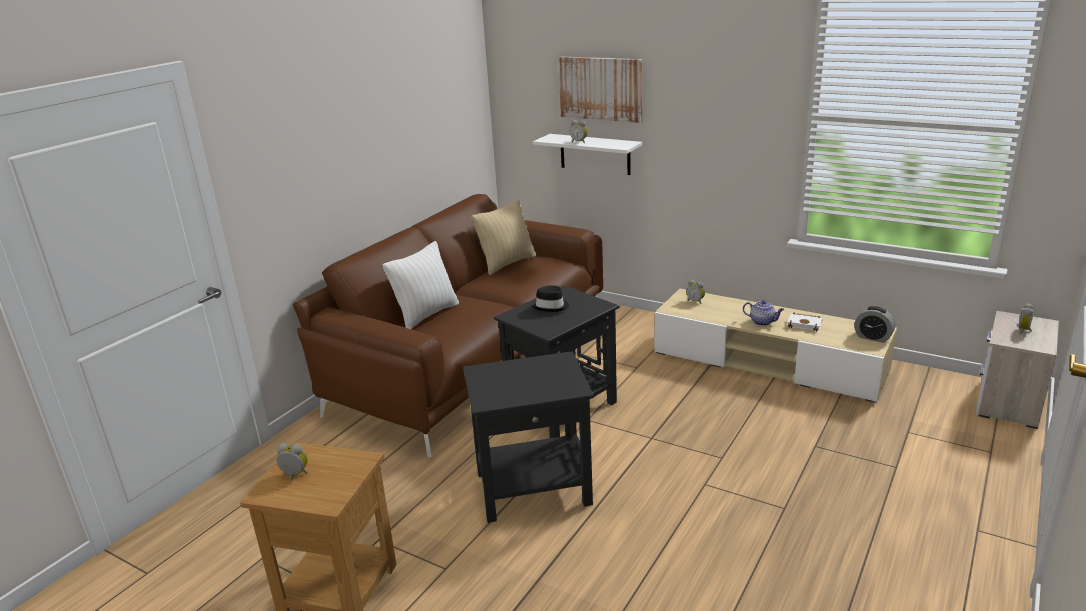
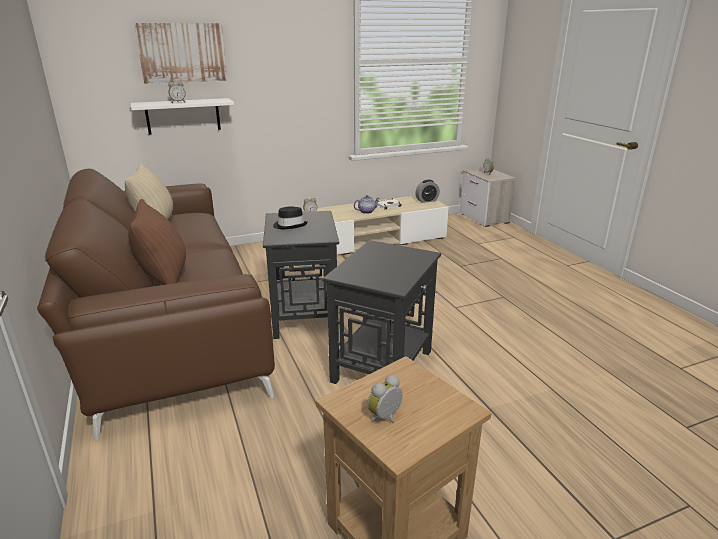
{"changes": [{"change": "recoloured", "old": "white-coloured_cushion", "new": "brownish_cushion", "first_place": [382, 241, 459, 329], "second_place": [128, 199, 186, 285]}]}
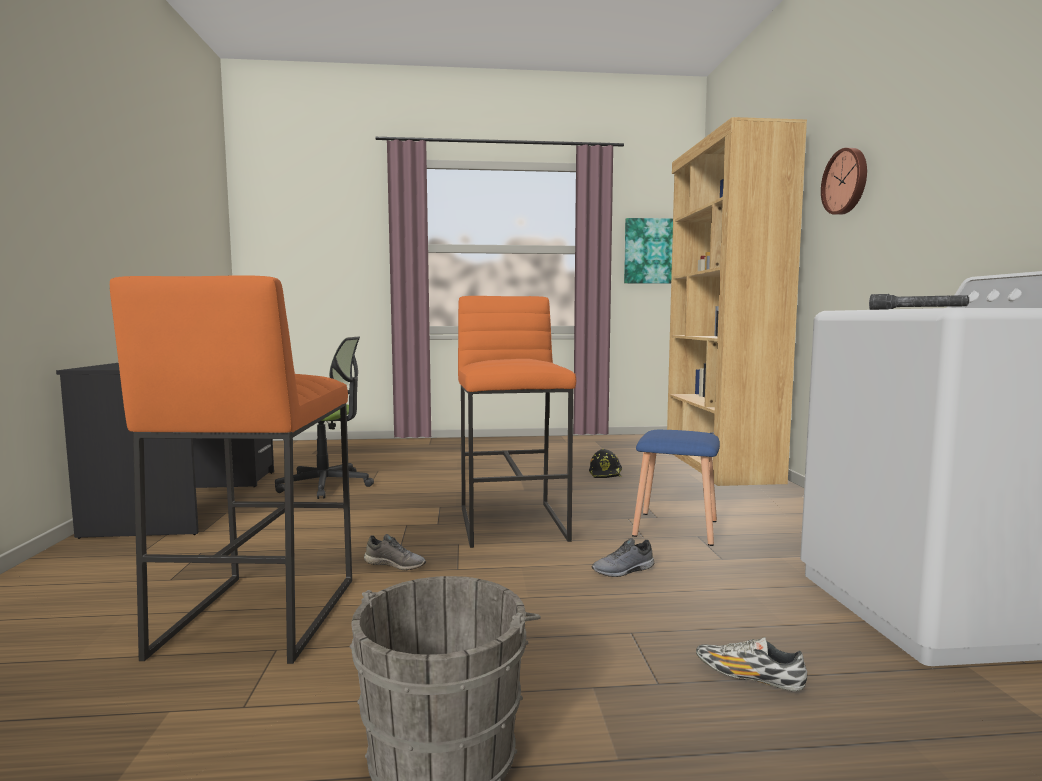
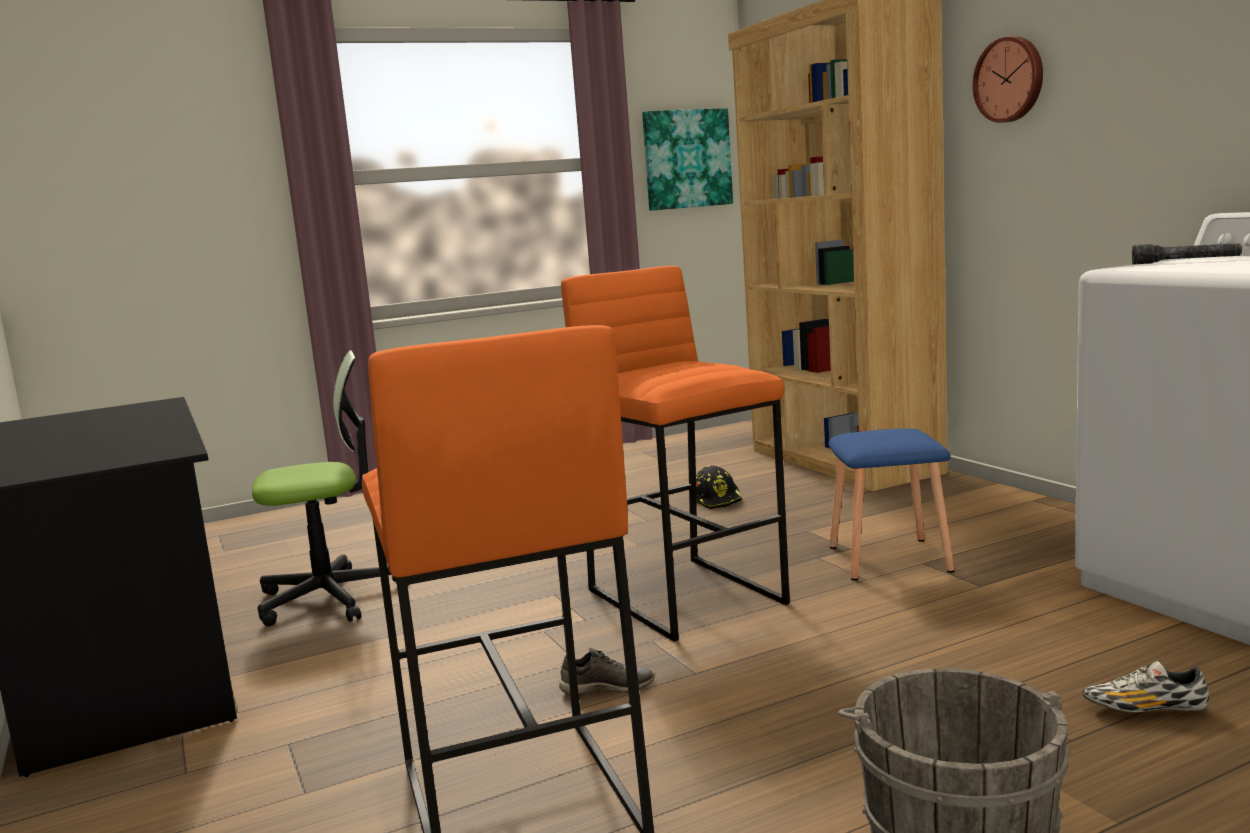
{"changes": [{"change": "removed", "old": "grey_shoe", "first_place": [591, 538, 655, 577]}]}
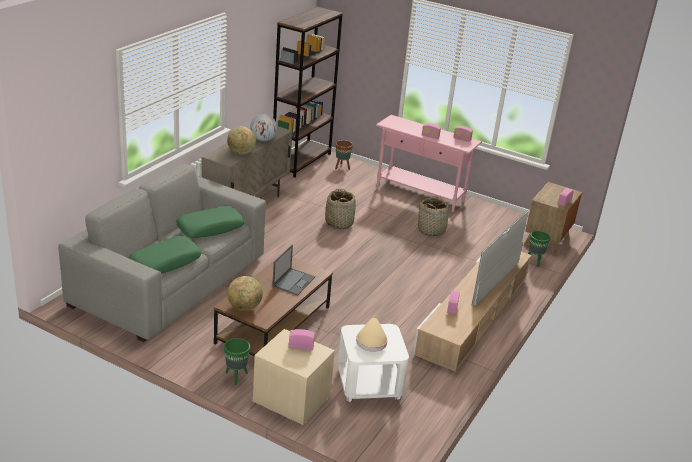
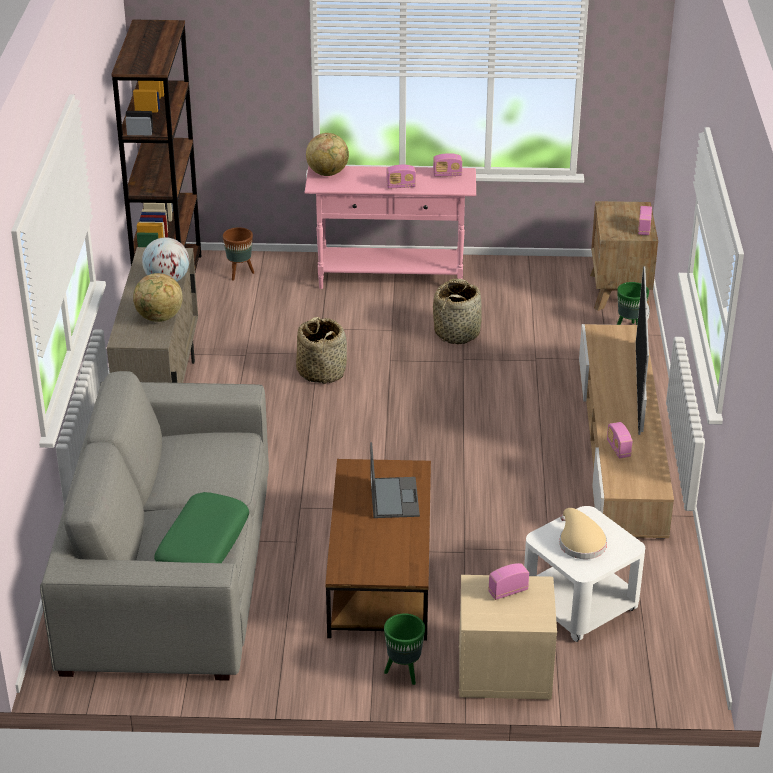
{"changes": [{"change": "moved", "old": "desk_globe", "first_place": [227, 276, 263, 311], "second_place": [306, 133, 349, 176]}, {"change": "removed", "old": "green_cushion", "first_place": [176, 205, 244, 238]}]}
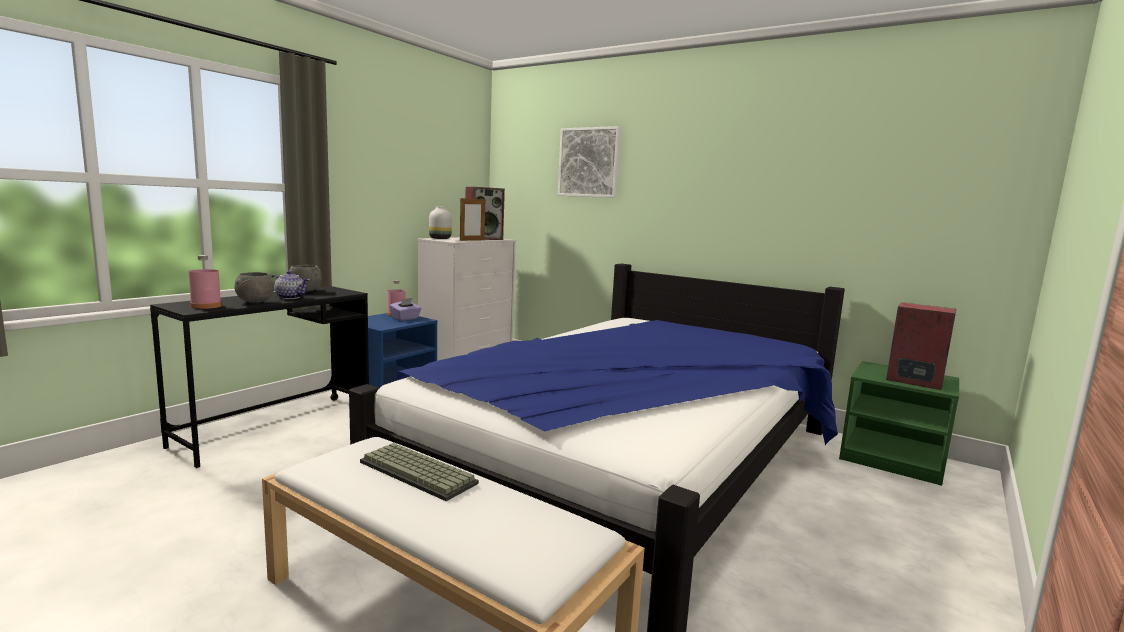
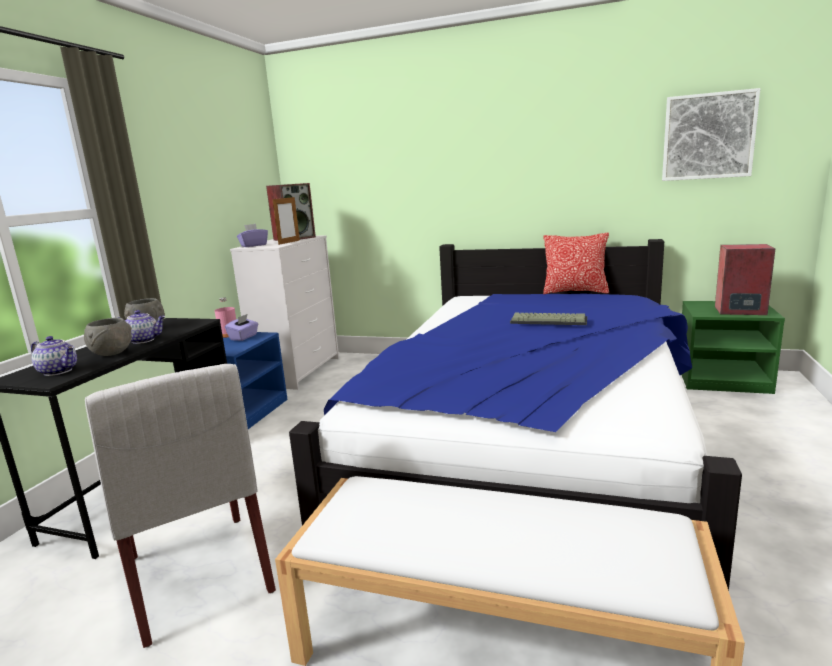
{"changes": [{"change": "replaced", "old": "pink_beverage_bottle", "new": "teapot", "first_place": [189, 255, 222, 309], "second_place": [31, 336, 77, 376]}, {"change": "added", "new": "white-coloured_upright_chair", "second_place": [85, 364, 276, 648]}, {"change": "replaced", "old": "white-coloured_flower_vase", "new": "purple_tissue_box", "first_place": [429, 206, 452, 239], "second_place": [237, 224, 268, 247]}, {"change": "moved", "old": "computer_keyboard", "first_place": [360, 443, 479, 501], "second_place": [510, 313, 587, 325]}, {"change": "added", "new": "cushion", "second_place": [543, 233, 609, 294]}, {"change": "moved", "old": "wall_art", "first_place": [558, 126, 621, 198], "second_place": [662, 88, 760, 181]}]}
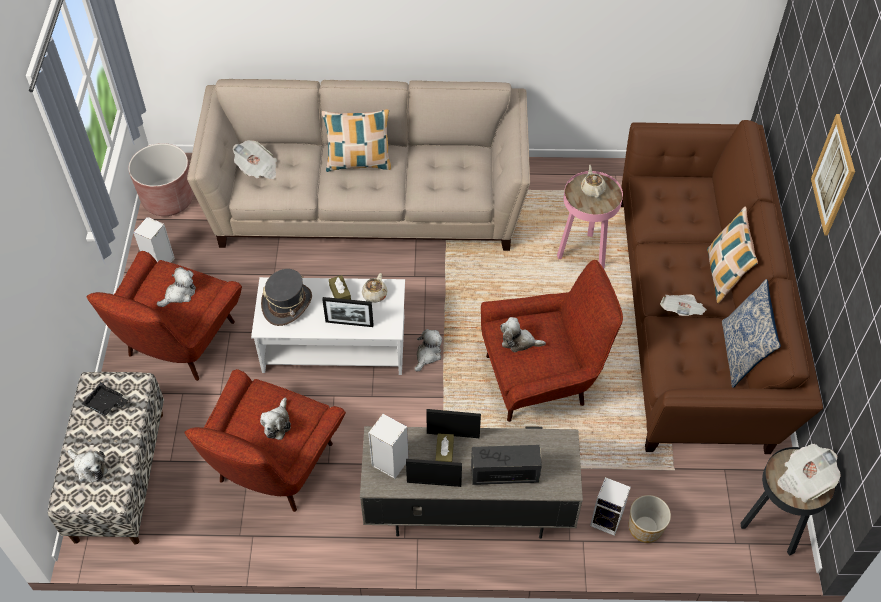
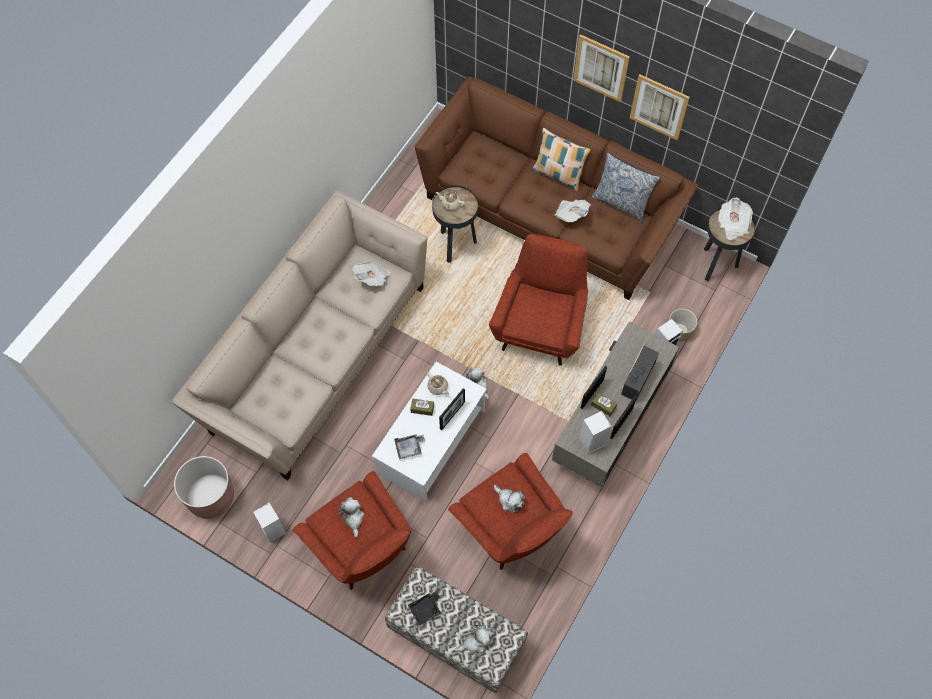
{"changes": [{"change": "moved", "old": "printed_paper", "first_place": [233, 140, 277, 180], "second_place": [352, 262, 391, 286]}, {"change": "replaced", "old": "grey_clothing_hat", "new": "grey_serving_tray", "first_place": [261, 269, 312, 326], "second_place": [394, 434, 425, 459]}, {"change": "recoloured", "old": "pink_accent_table", "new": "black-coloured_accent_table", "first_place": [557, 171, 623, 269], "second_place": [432, 186, 478, 263]}, {"change": "added", "new": "wall_art", "second_place": [630, 74, 690, 140]}, {"change": "removed", "old": "cushion", "first_place": [322, 109, 391, 172]}, {"change": "removed", "old": "soft_toy", "first_place": [501, 317, 546, 352]}]}
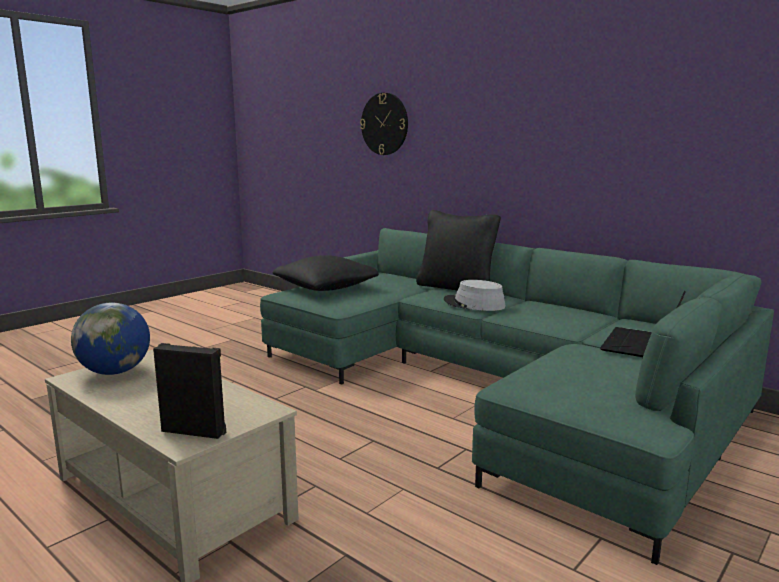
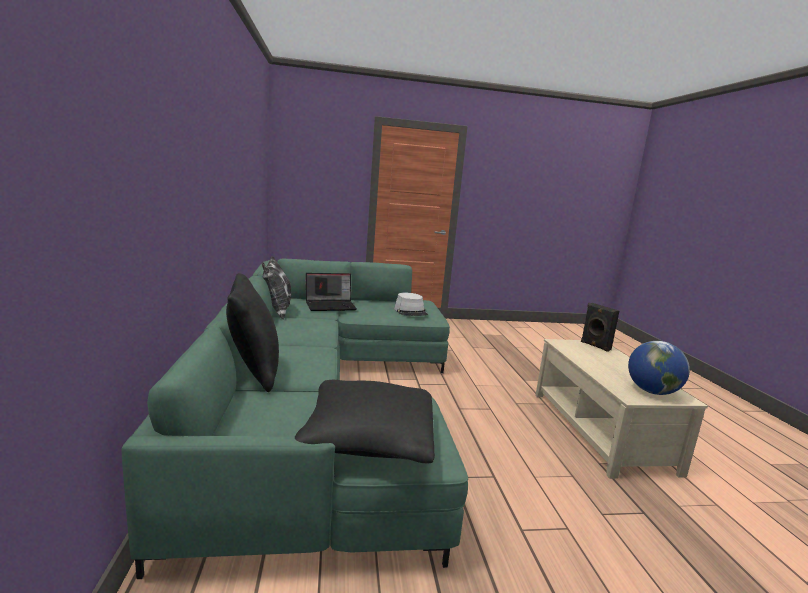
{"changes": [{"change": "added", "new": "cushion", "second_place": [262, 256, 291, 319]}, {"change": "moved", "old": "grey_clothing_hat", "first_place": [444, 280, 506, 311], "second_place": [394, 293, 428, 316]}, {"change": "removed", "old": "wall_clock", "first_place": [360, 93, 408, 155]}]}
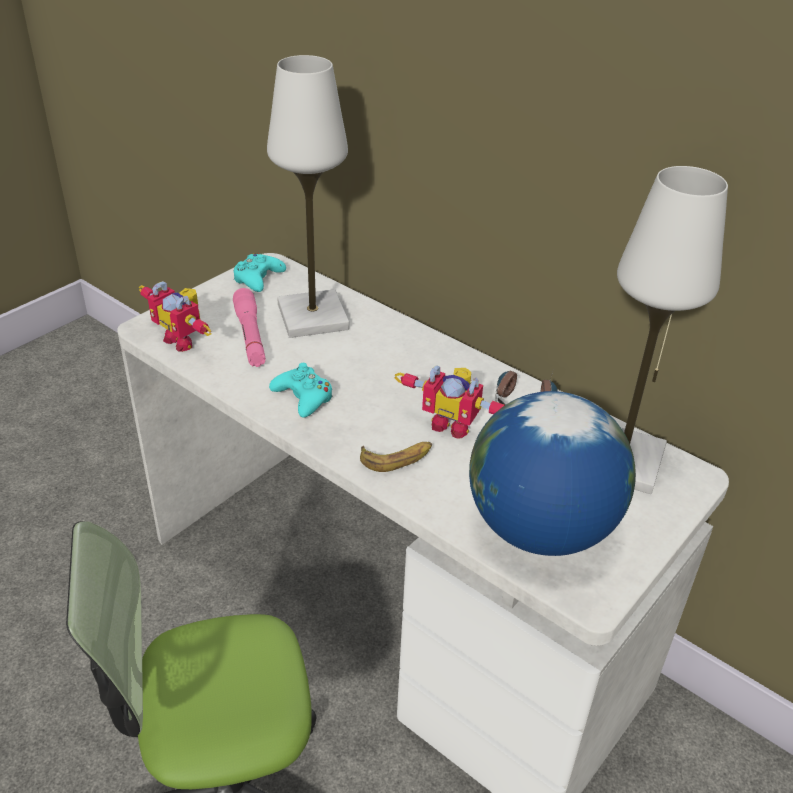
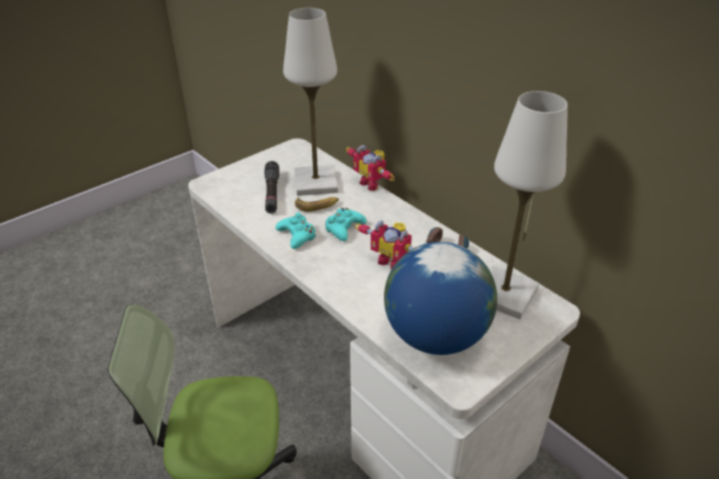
{"changes": [{"change": "recoloured", "old": "pink_flashlight", "new": "black-coloured_flashlight", "first_place": [233, 288, 266, 367], "second_place": [264, 161, 279, 214]}, {"change": "moved", "old": "whole_banana", "first_place": [360, 442, 432, 472], "second_place": [295, 197, 339, 212]}, {"change": "moved", "old": "blue-green_gamepad", "first_place": [233, 253, 286, 292], "second_place": [325, 208, 367, 241]}, {"change": "moved", "old": "toy_robot", "first_place": [139, 281, 211, 352], "second_place": [346, 145, 395, 191]}]}
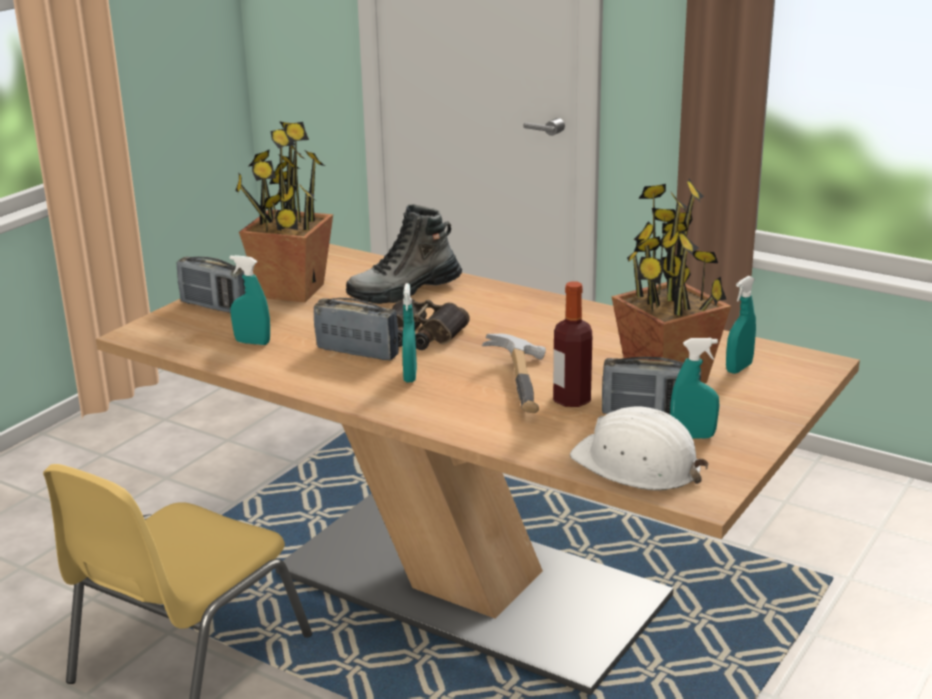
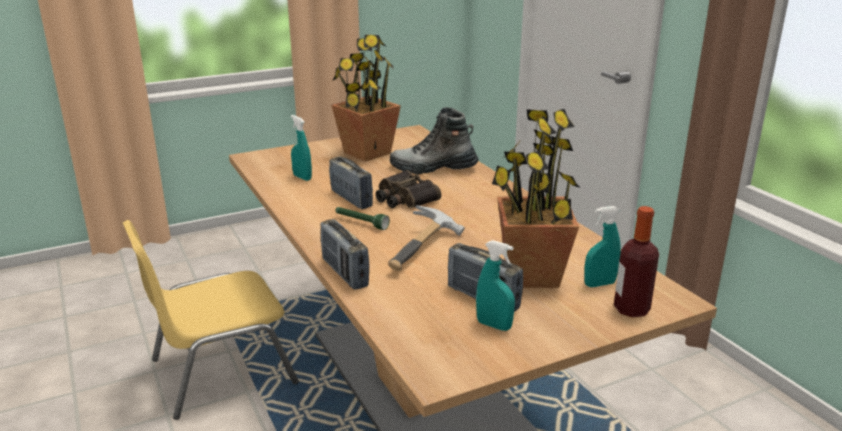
{"changes": [{"change": "moved", "old": "radio_receiver", "first_place": [176, 257, 245, 313], "second_place": [321, 219, 370, 290]}, {"change": "replaced", "old": "blue-green_sprayer", "new": "green_flashlight", "first_place": [402, 283, 417, 382], "second_place": [335, 207, 390, 230]}, {"change": "moved", "old": "beverage_bottle", "first_place": [553, 281, 592, 407], "second_place": [614, 206, 659, 317]}, {"change": "removed", "old": "white-coloured_safety_helmet", "first_place": [570, 406, 709, 491]}]}
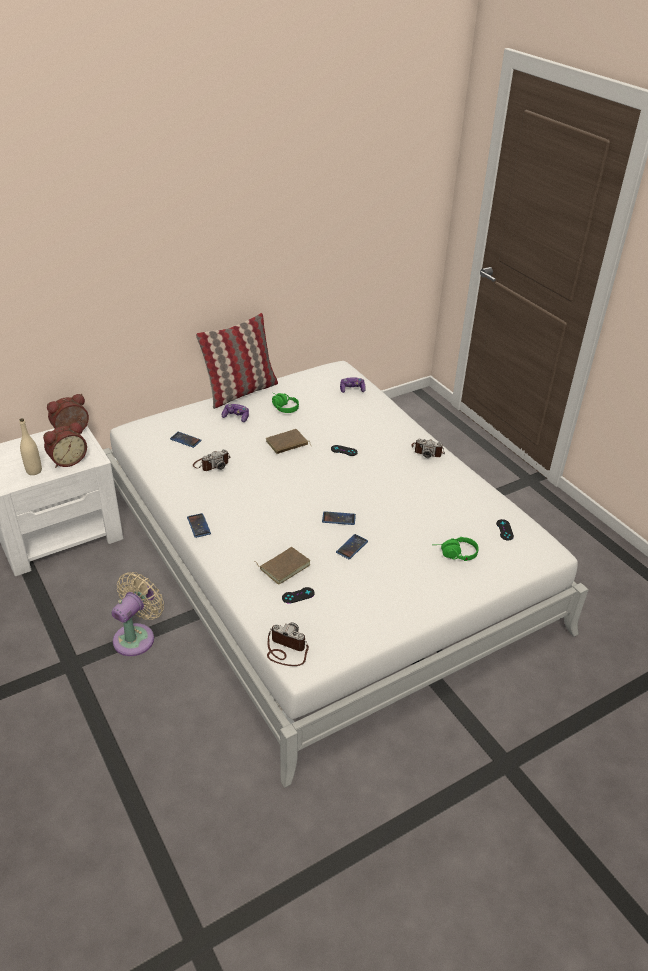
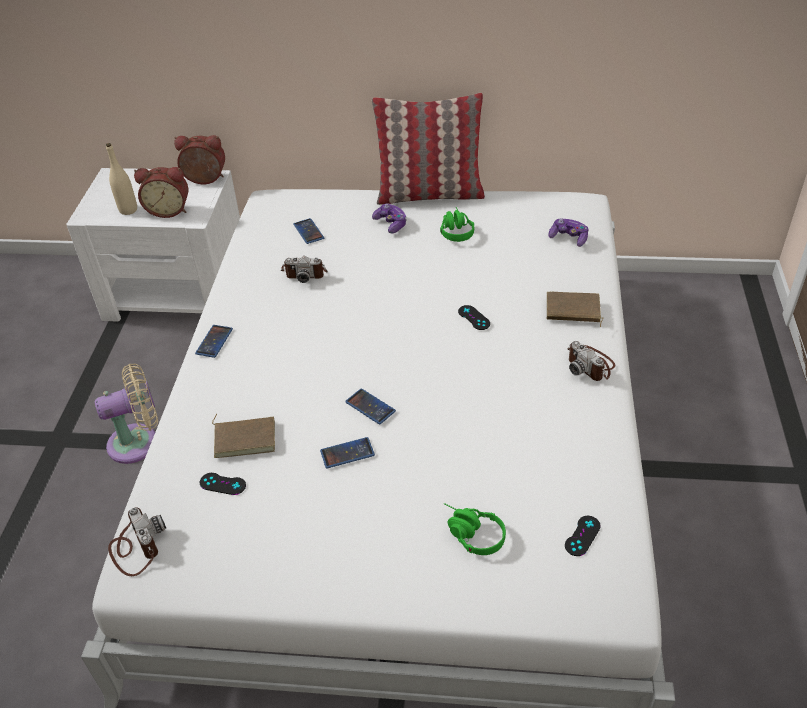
{"changes": [{"change": "moved", "old": "brownish_book", "first_place": [266, 429, 311, 454], "second_place": [547, 292, 603, 327]}]}
